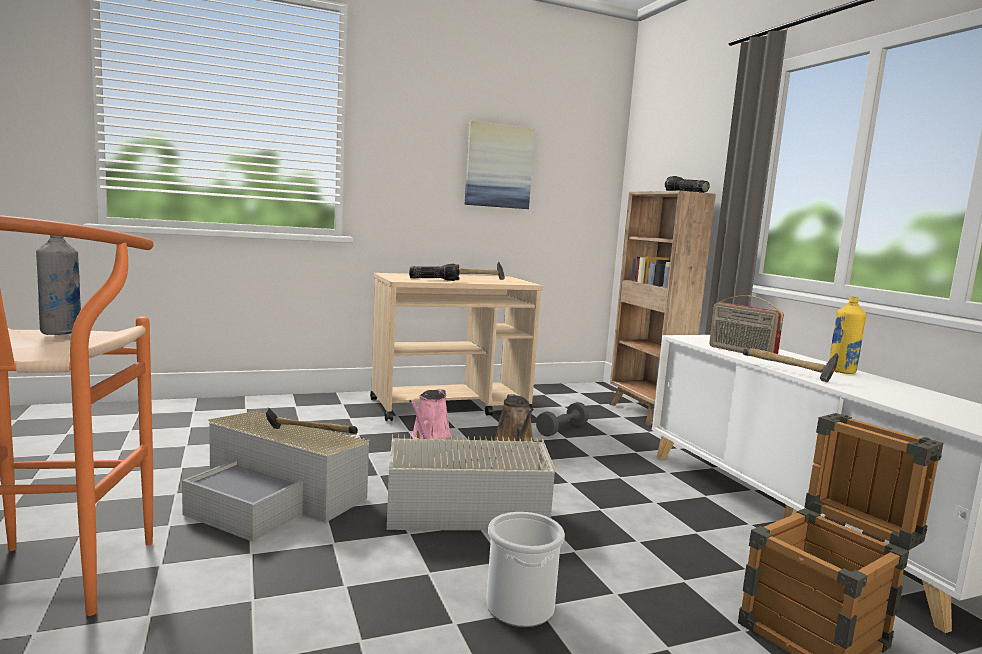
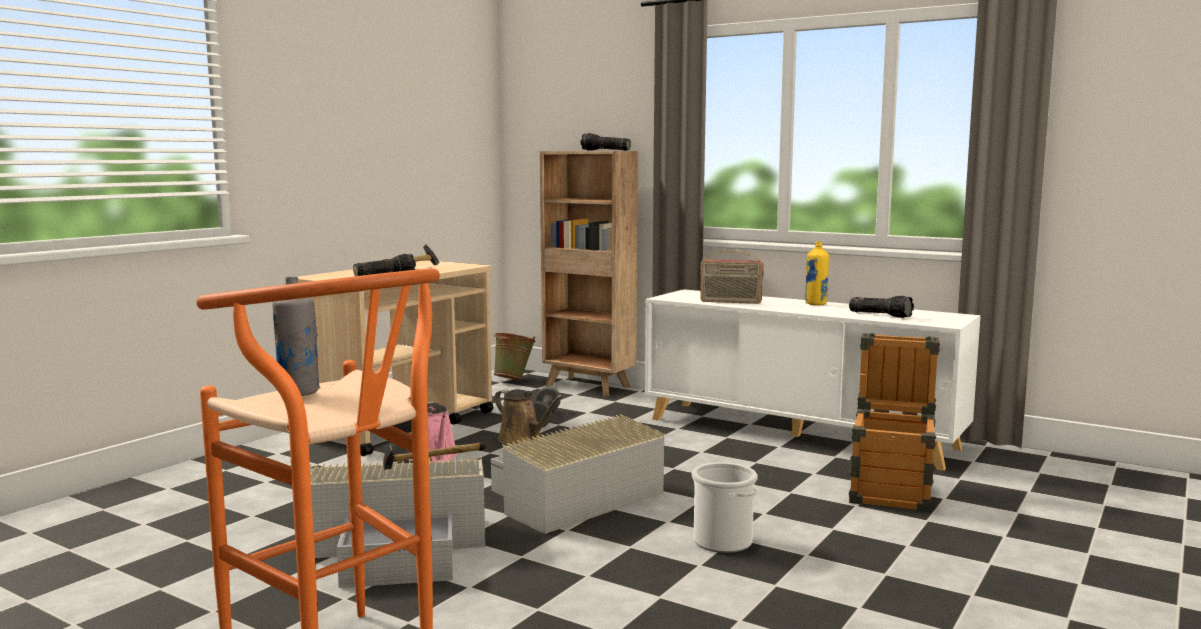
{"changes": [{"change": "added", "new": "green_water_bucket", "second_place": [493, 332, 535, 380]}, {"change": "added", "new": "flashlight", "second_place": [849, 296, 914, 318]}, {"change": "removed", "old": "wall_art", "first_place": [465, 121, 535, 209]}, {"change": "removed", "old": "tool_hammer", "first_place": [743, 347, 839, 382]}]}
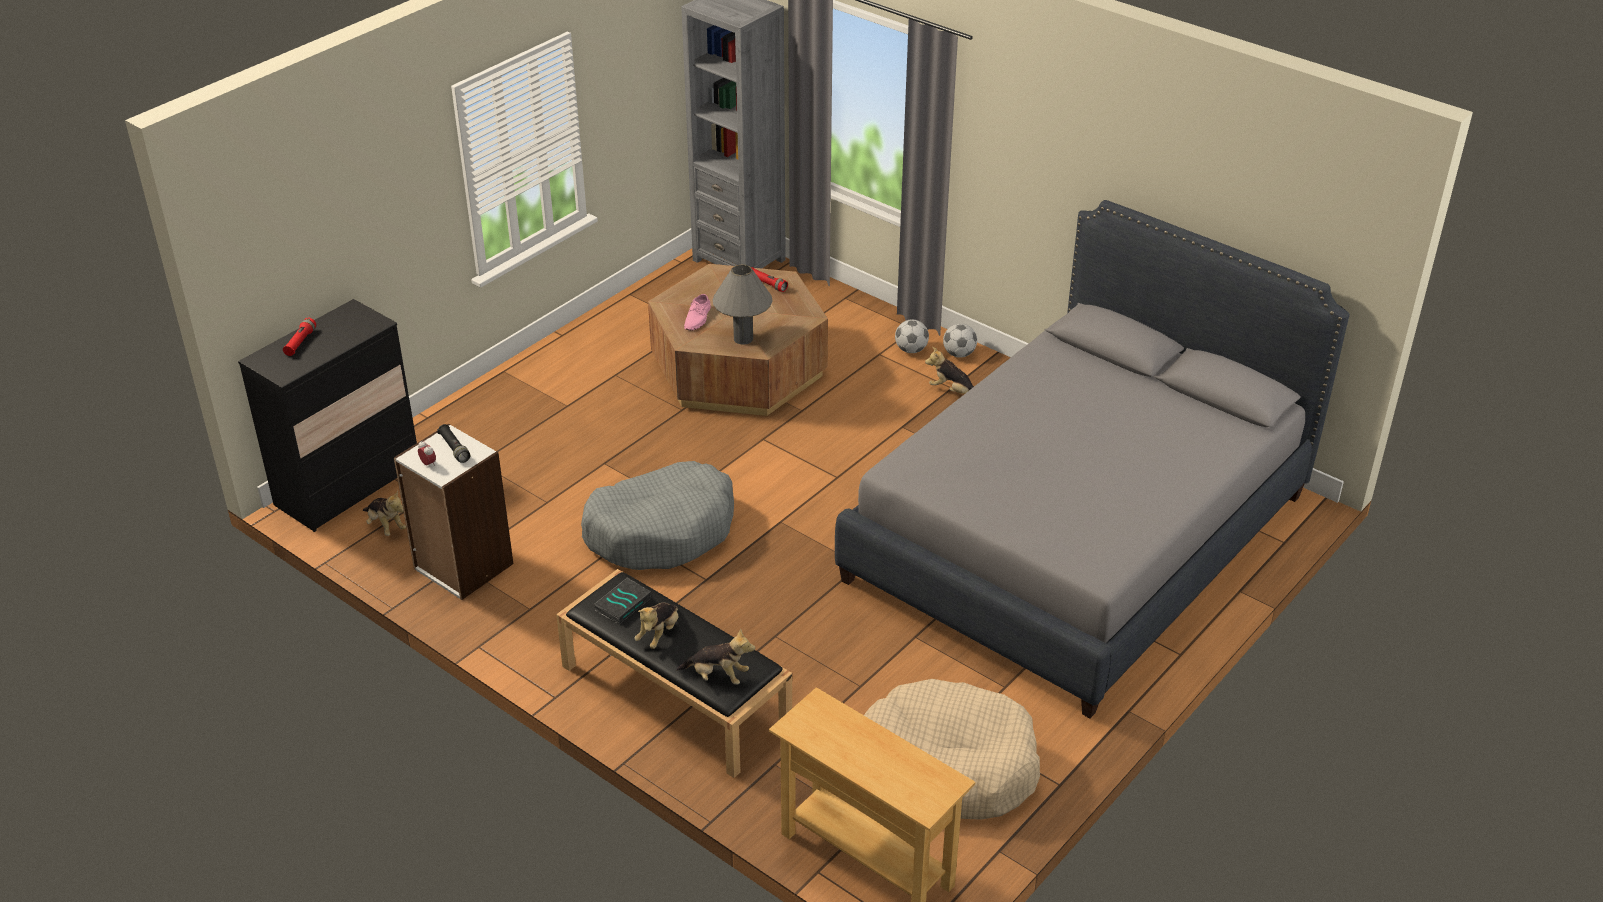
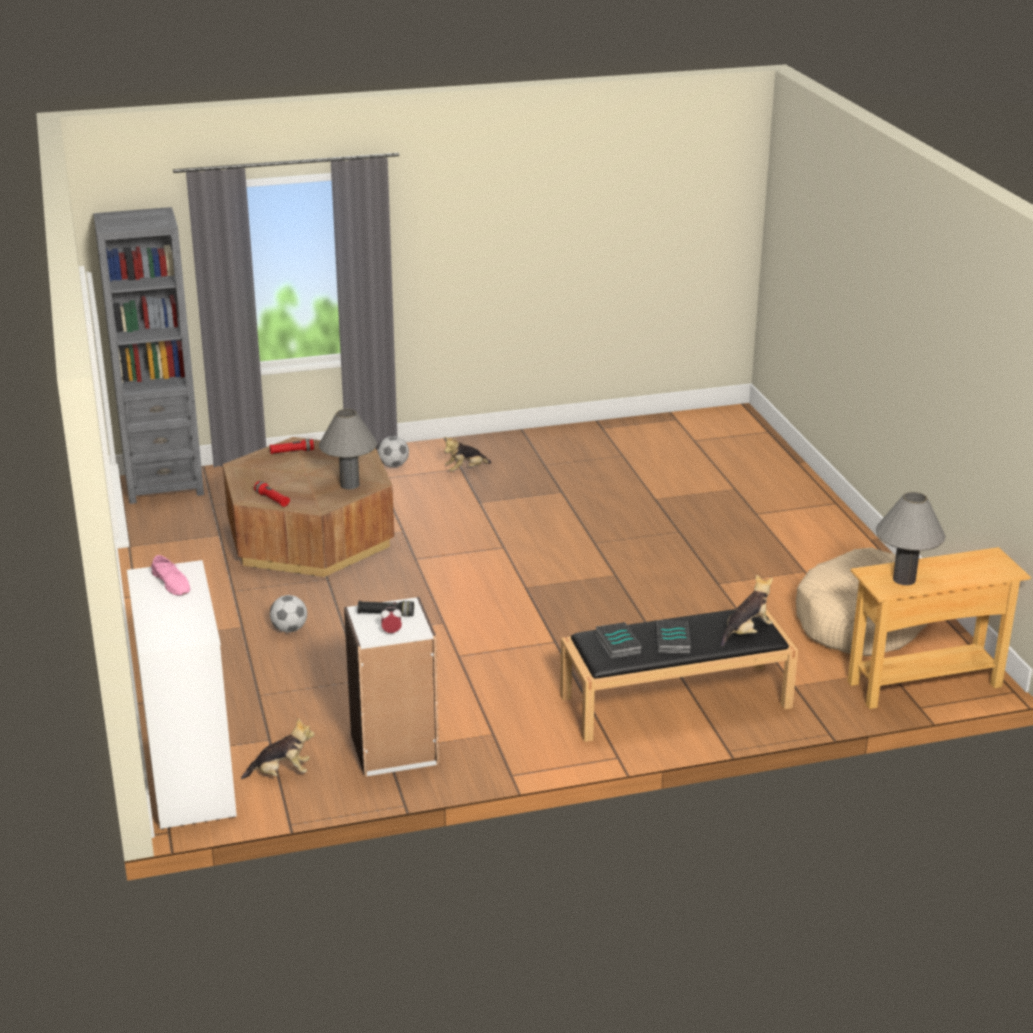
{"changes": [{"change": "recoloured", "old": "black-coloured_dresser", "new": "white-coloured_dresser", "first_place": [238, 299, 417, 532], "second_place": [127, 560, 237, 830]}, {"change": "moved", "old": "pink_shoe", "first_place": [684, 294, 711, 330], "second_place": [151, 555, 190, 595]}, {"change": "moved", "old": "red_flashlight", "first_place": [283, 318, 316, 356], "second_place": [254, 481, 290, 507]}, {"change": "moved", "old": "football_ball", "first_place": [943, 324, 977, 358], "second_place": [270, 595, 307, 632]}, {"change": "replaced", "old": "soft_toy", "new": "book", "first_place": [634, 602, 679, 649], "second_place": [656, 620, 691, 653]}, {"change": "added", "new": "grey_tabletop_lamp", "second_place": [875, 492, 946, 585]}, {"change": "removed", "old": "grey_dog_bed", "first_place": [581, 461, 734, 570]}, {"change": "removed", "old": "grey_bedroom_bed", "first_place": [835, 200, 1349, 718]}]}
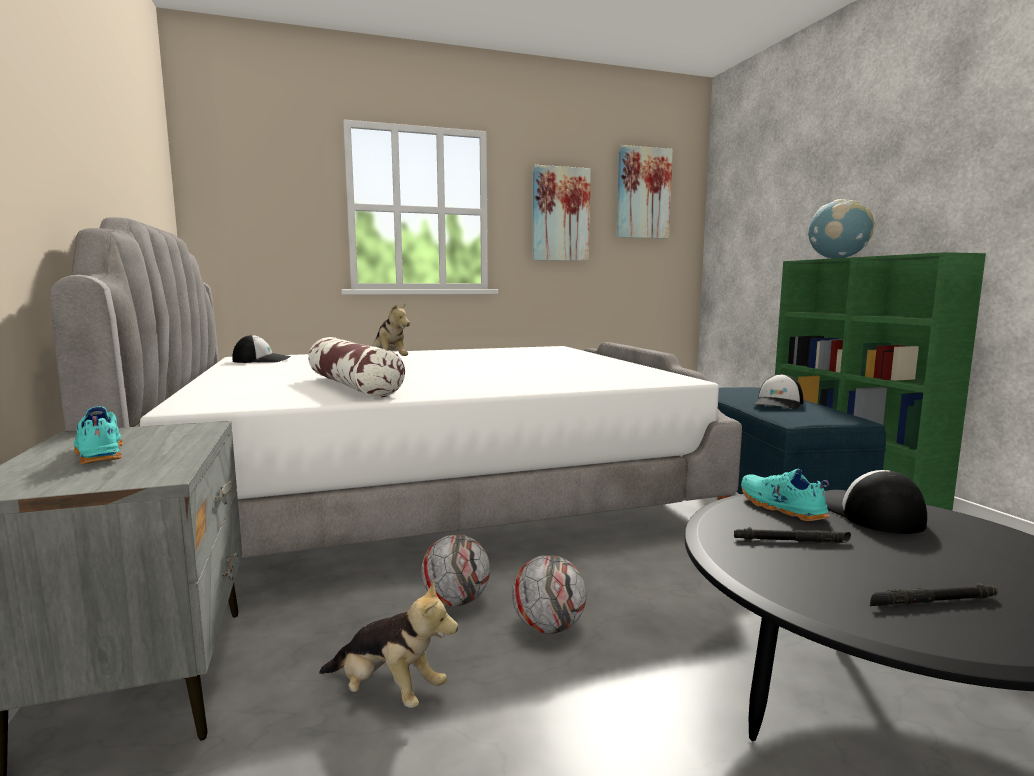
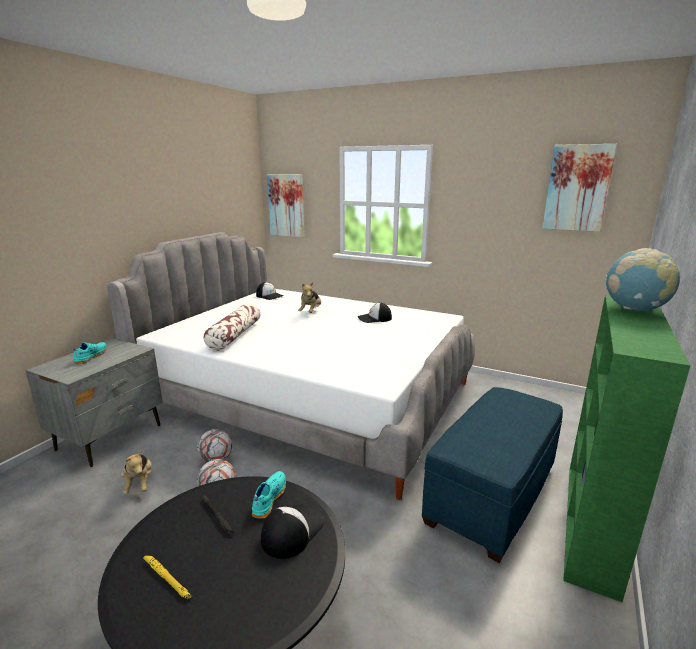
{"changes": [{"change": "recoloured", "old": "black-coloured_flashlight", "new": "yellow_flashlight", "first_place": [870, 583, 998, 606], "second_place": [143, 556, 192, 600]}, {"change": "moved", "old": "wall_art", "first_place": [532, 165, 591, 261], "second_place": [267, 174, 304, 237]}, {"change": "moved", "old": "peaked_cap", "first_place": [753, 374, 803, 410], "second_place": [358, 302, 392, 323]}]}
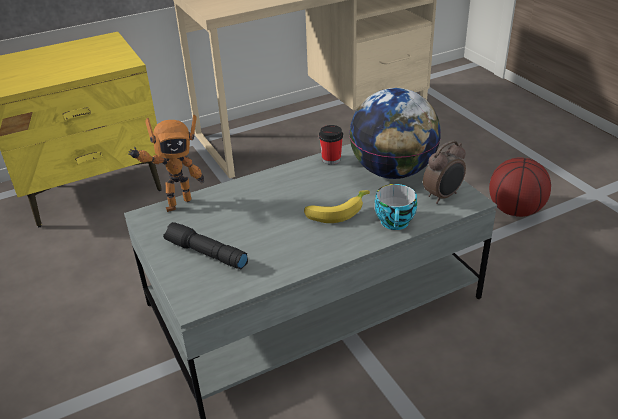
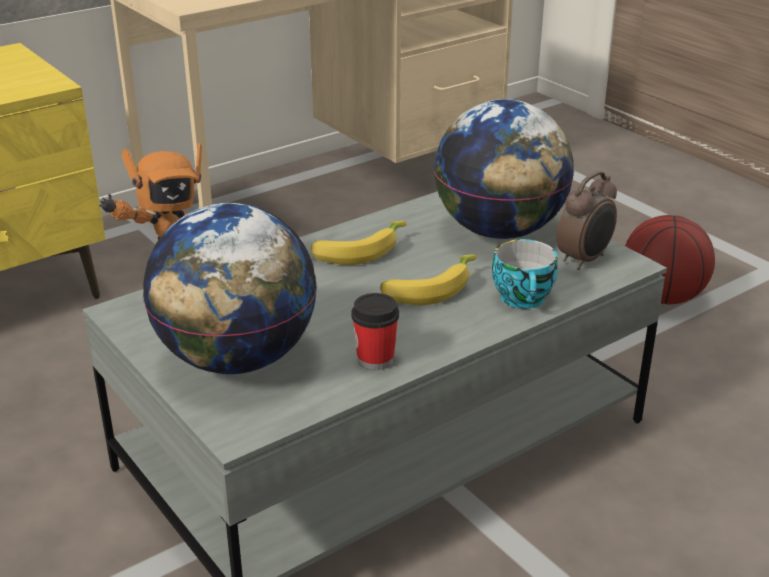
{"changes": [{"change": "replaced", "old": "black-coloured_flashlight", "new": "desk_globe", "first_place": [163, 222, 248, 269], "second_place": [143, 203, 317, 374]}, {"change": "added", "new": "whole_banana", "second_place": [311, 221, 407, 265]}, {"change": "moved", "old": "cup", "first_place": [319, 125, 343, 165], "second_place": [351, 293, 399, 370]}]}
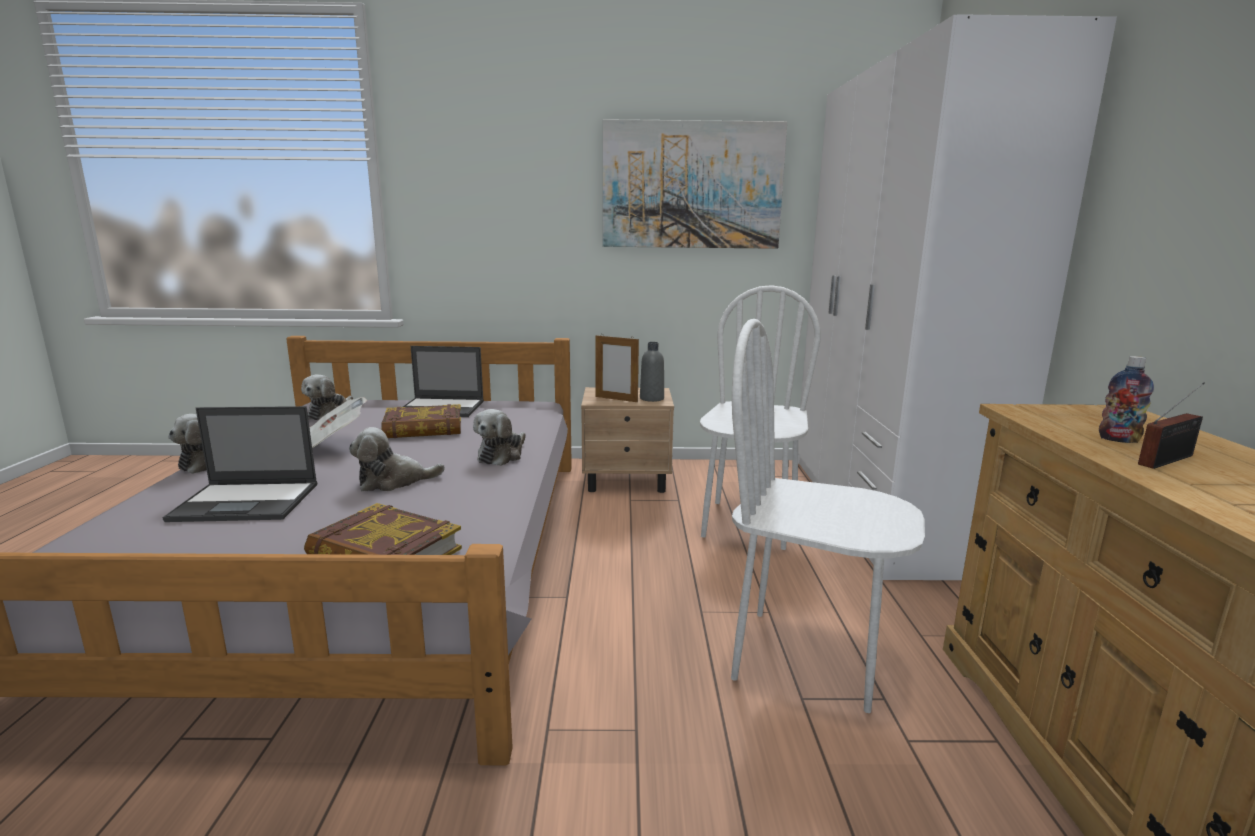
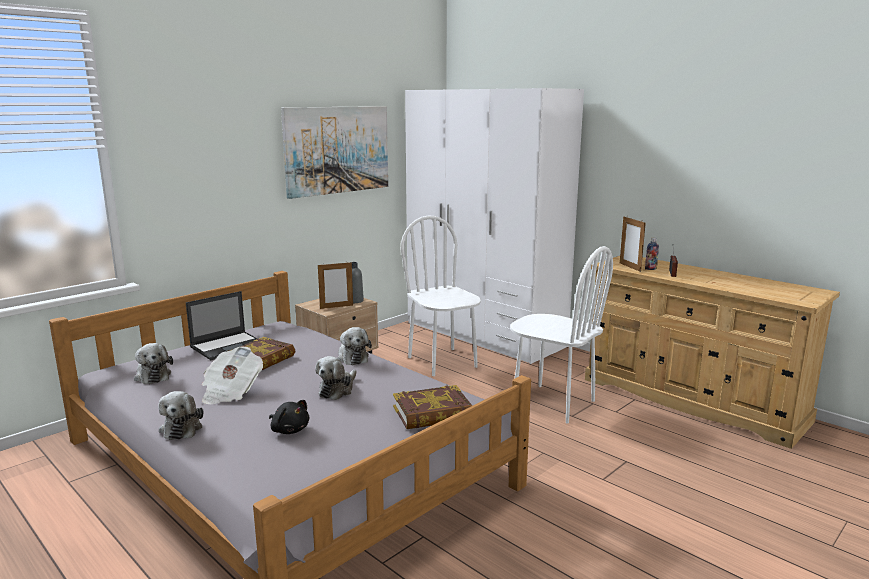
{"changes": [{"change": "replaced", "old": "laptop", "new": "black-coloured_soft_toy", "first_place": [162, 406, 317, 522], "second_place": [269, 400, 309, 434]}, {"change": "turned", "old": "white-coloured_upright_chair", "first_place": [731, 319, 925, 713], "second_place": [510, 246, 613, 423], "degrees": -120}, {"change": "added", "new": "standing_frame", "second_place": [620, 216, 646, 272]}]}
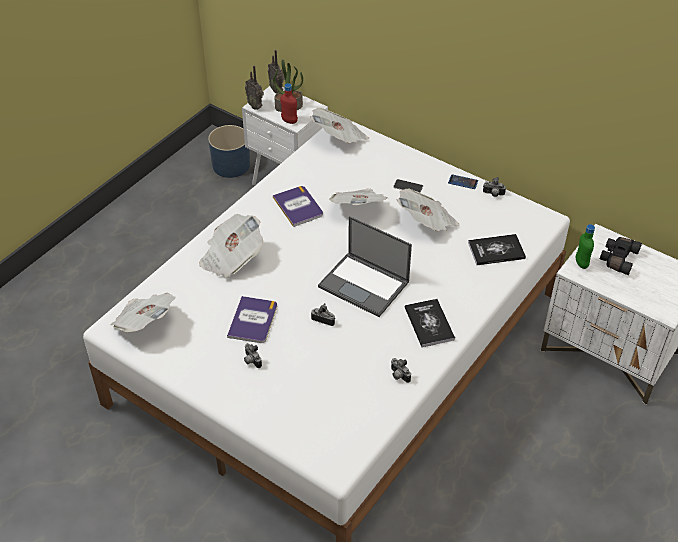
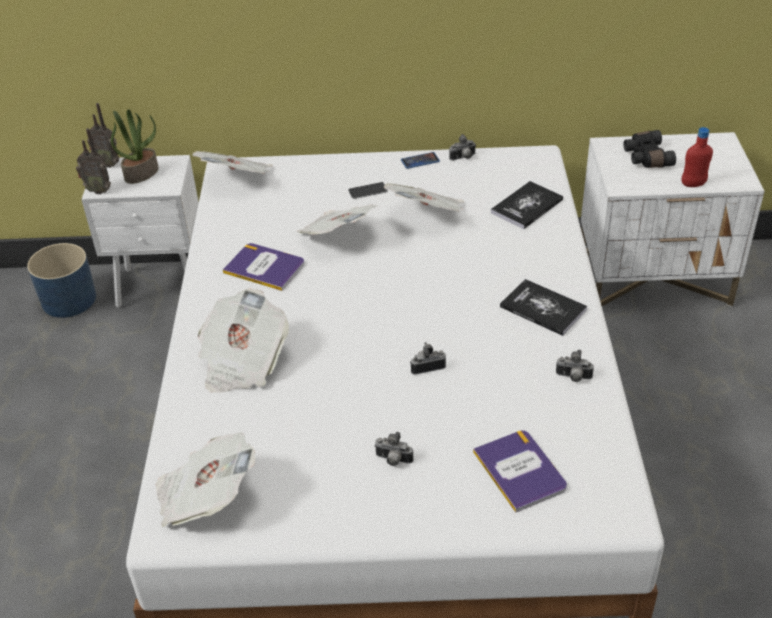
{"changes": [{"change": "moved", "old": "book", "first_place": [227, 296, 277, 343], "second_place": [473, 430, 567, 513]}, {"change": "moved", "old": "red_beverage_bottle", "first_place": [280, 83, 298, 124], "second_place": [681, 127, 713, 187]}, {"change": "removed", "old": "laptop", "first_place": [318, 216, 412, 317]}, {"change": "removed", "old": "green_beverage_bottle", "first_place": [576, 224, 595, 269]}]}
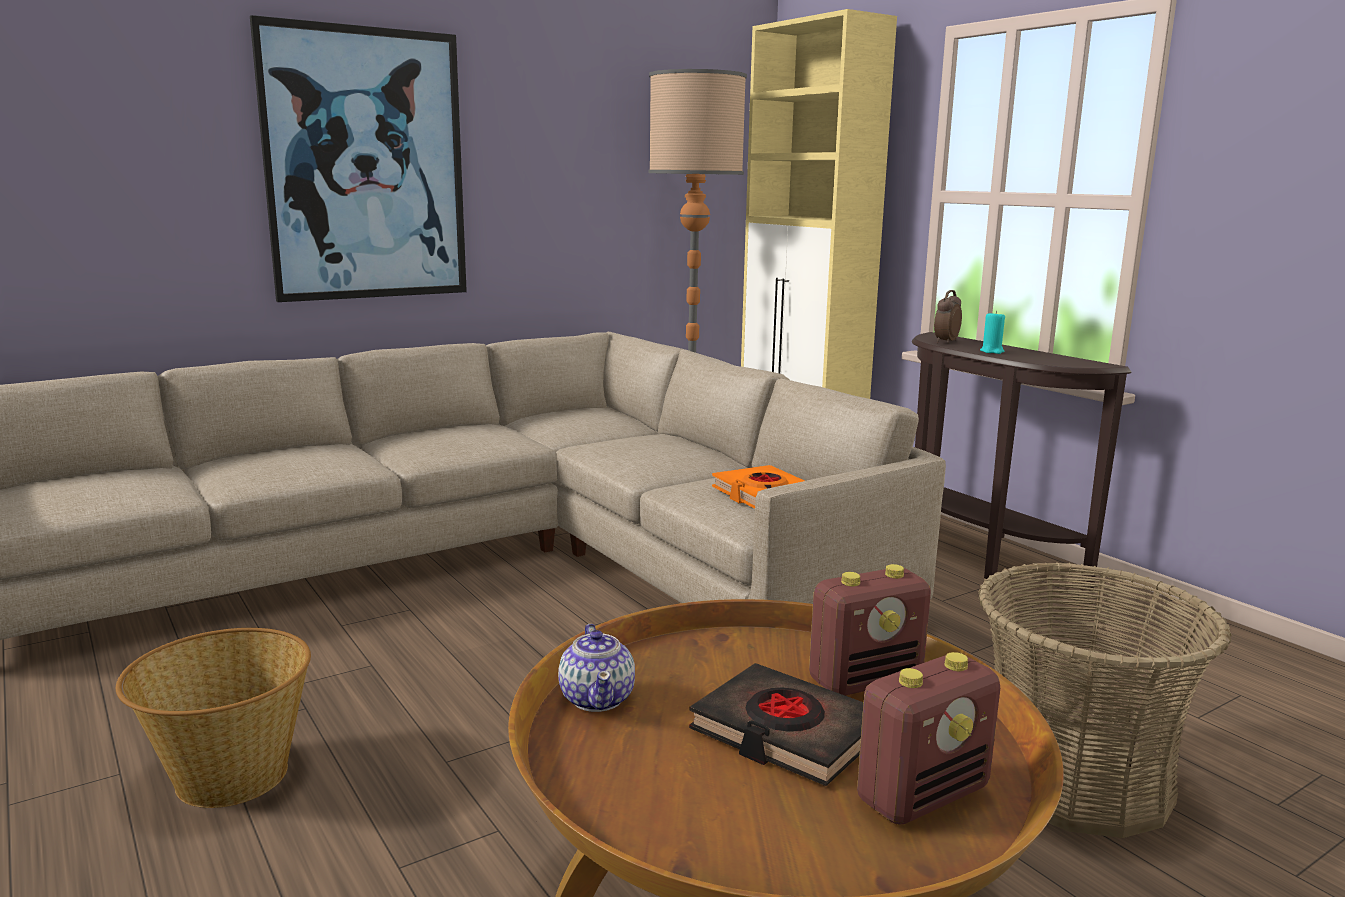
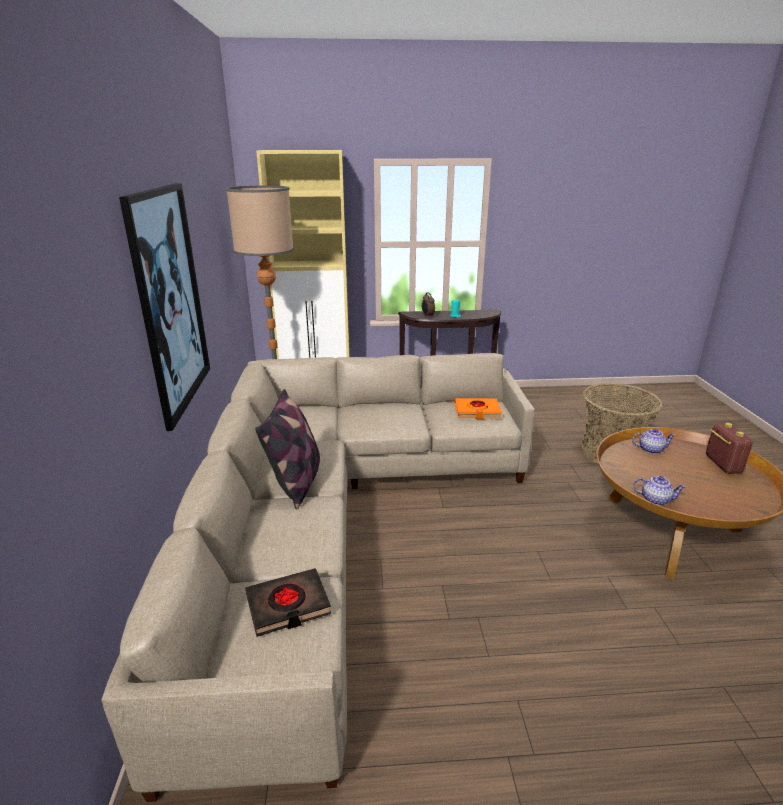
{"changes": [{"change": "moved", "old": "black-coloured_book", "first_place": [689, 663, 863, 786], "second_place": [245, 568, 331, 637]}, {"change": "added", "new": "cushion", "second_place": [255, 389, 320, 510]}, {"change": "replaced", "old": "radio_receiver", "new": "teapot", "first_place": [809, 564, 931, 696], "second_place": [632, 428, 675, 454]}, {"change": "removed", "old": "storage_basket", "first_place": [116, 628, 311, 808]}]}
